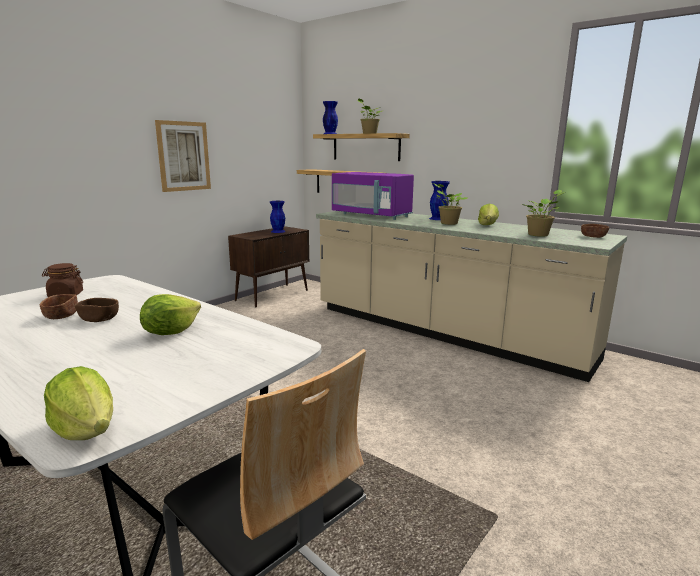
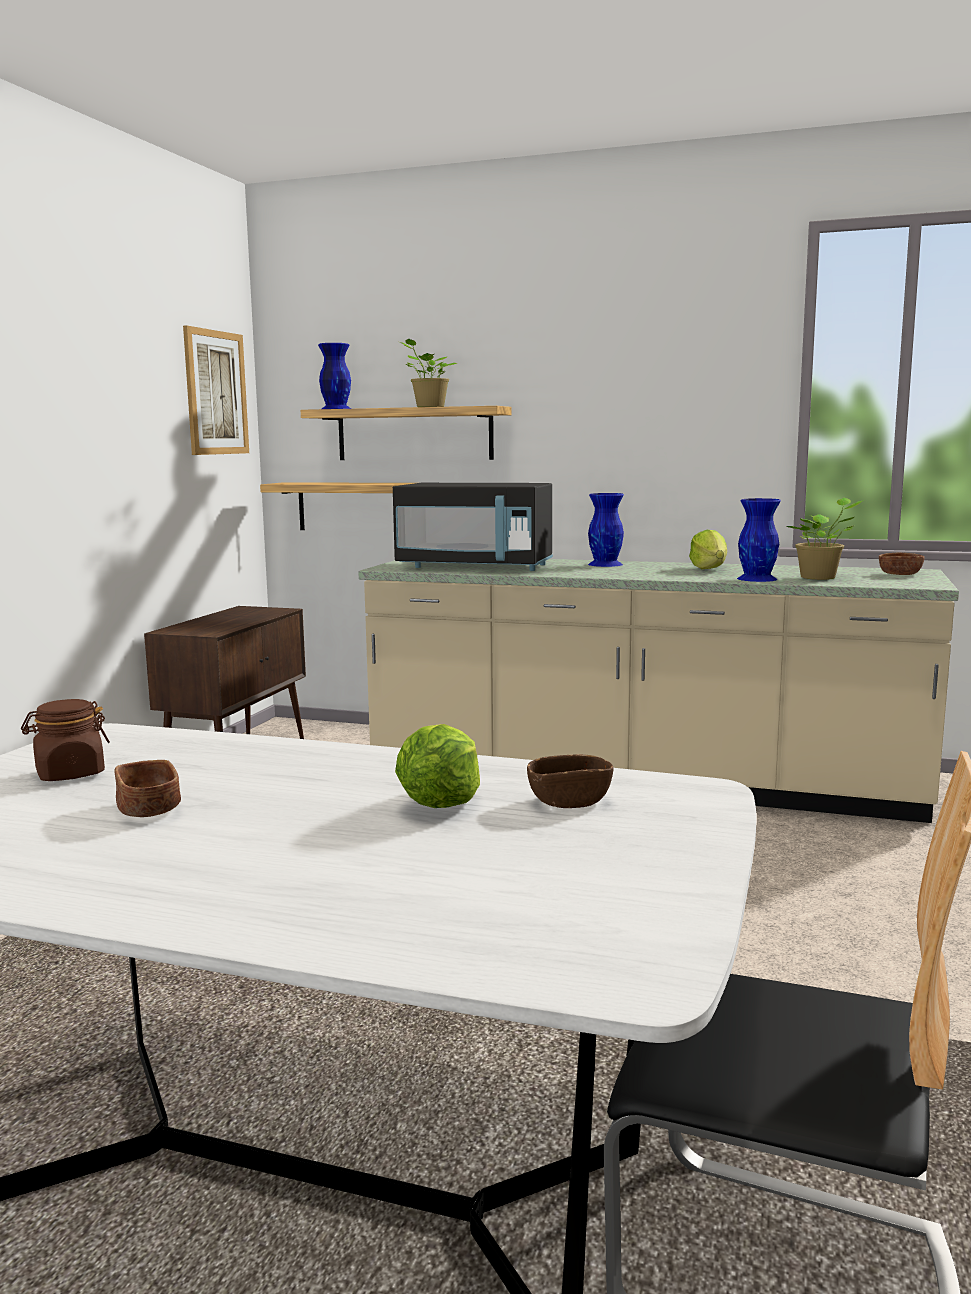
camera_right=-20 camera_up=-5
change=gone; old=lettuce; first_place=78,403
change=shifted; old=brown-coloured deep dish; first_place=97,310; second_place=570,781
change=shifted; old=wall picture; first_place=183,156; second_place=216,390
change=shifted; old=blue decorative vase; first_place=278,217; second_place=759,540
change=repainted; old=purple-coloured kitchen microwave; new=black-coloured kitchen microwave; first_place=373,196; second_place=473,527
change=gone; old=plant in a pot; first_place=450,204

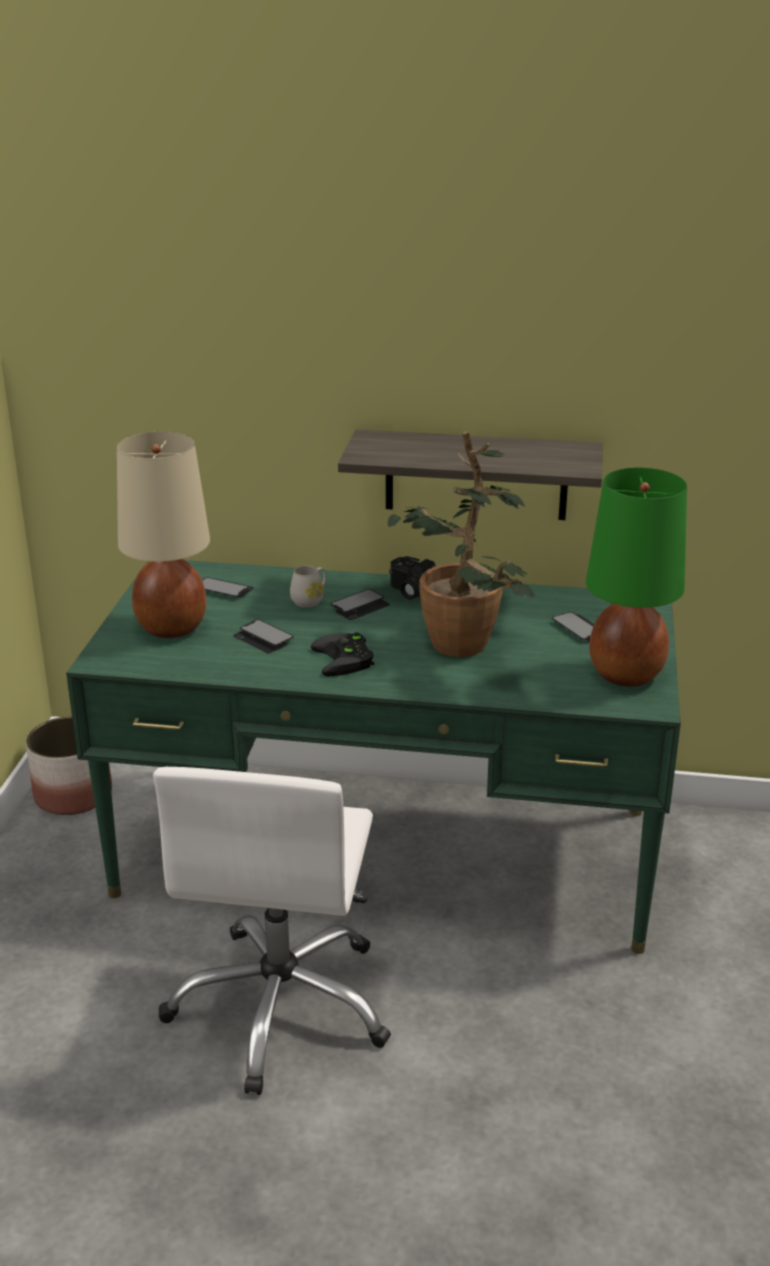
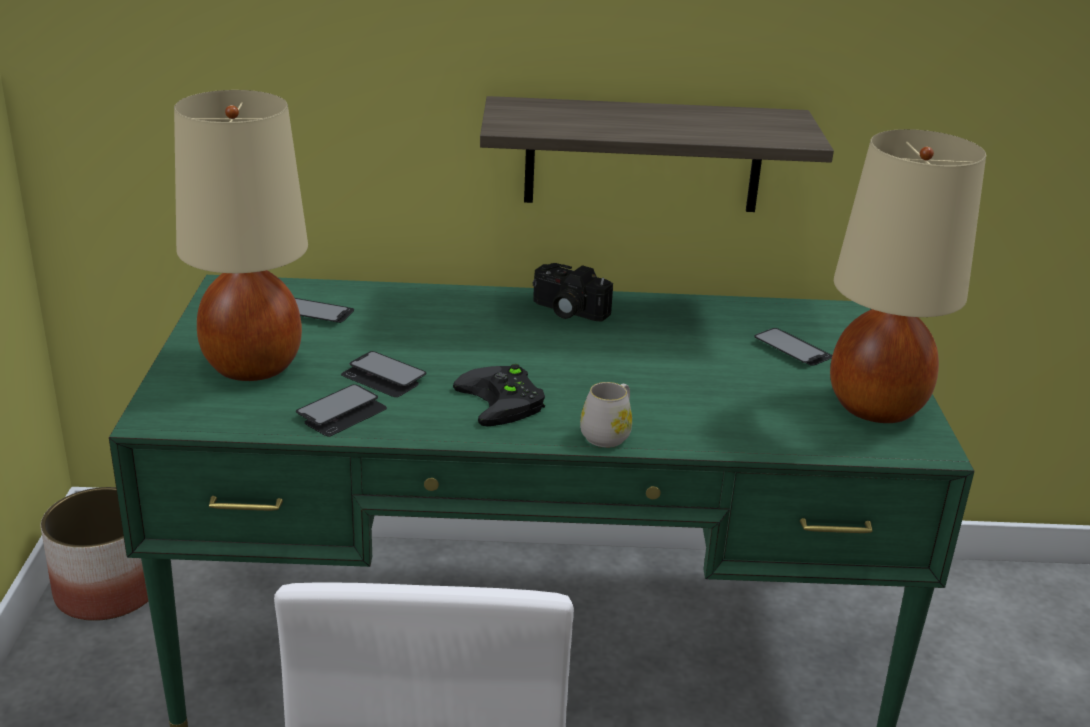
camera_right=-10 camera_up=0
change=shifted; old=white mug; first_place=308,586; second_place=606,415
change=shifted; old=handset; first_place=360,604; second_place=341,410
change=gone; old=plant in a pot; first_place=462,544
change=repainted; old=green tabletop lamp; new=beige tabletop lamp; first_place=636,577; second_place=908,276

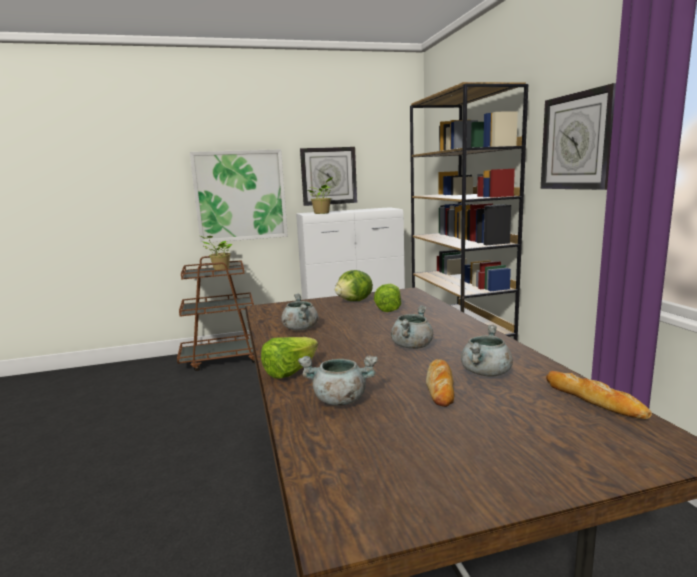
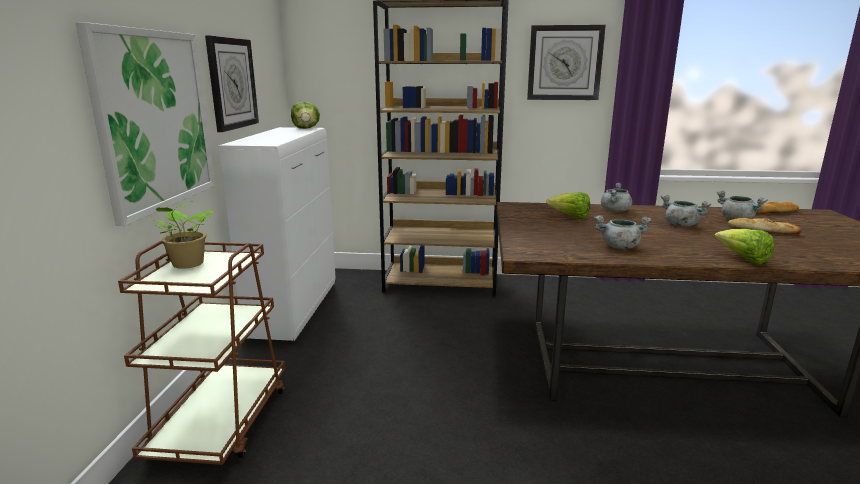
camera_right=-70 camera_up=5
change=shifted; old=gray cooking pot; first_place=338,380; second_place=616,197
change=gone; old=plant in a pot; first_place=319,195
change=shifted; old=lettuce; first_place=354,285; second_place=305,115

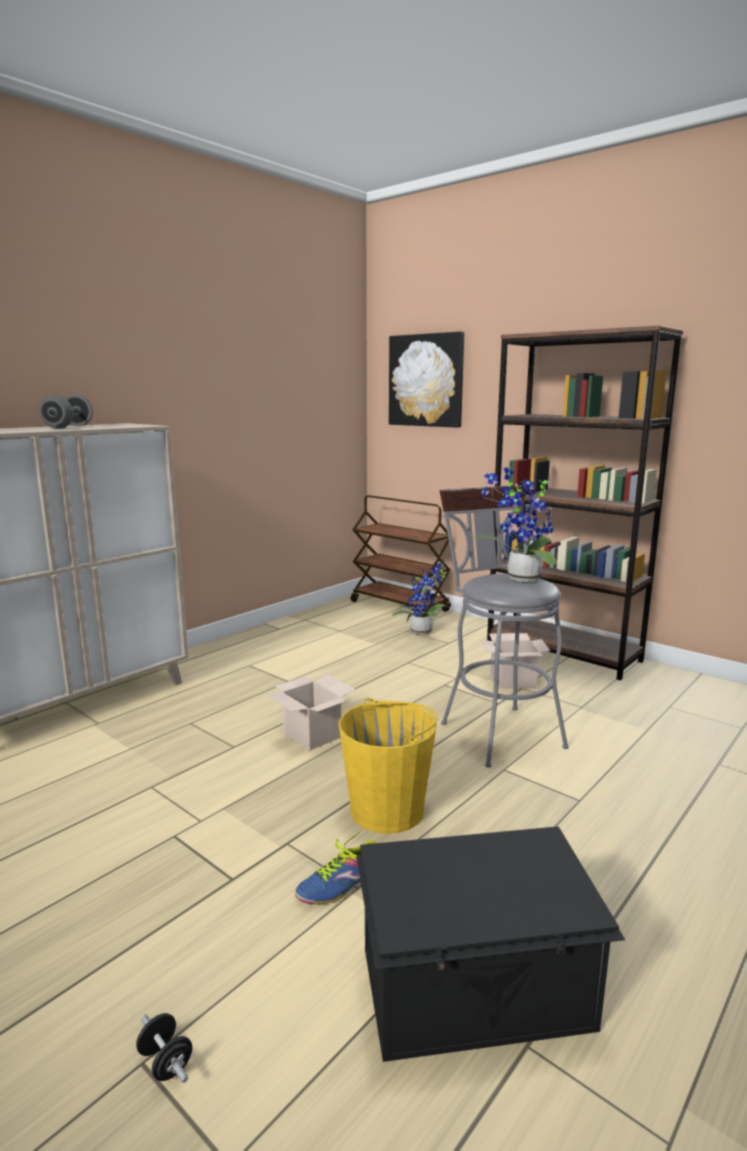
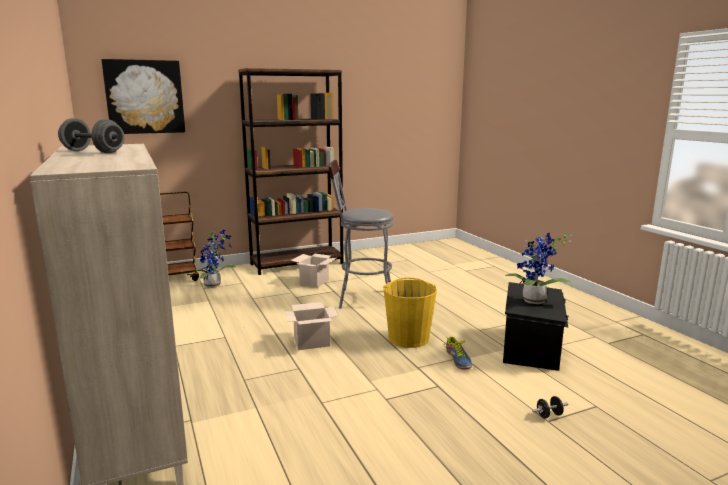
camera_right=-65 camera_up=0
change=shifted; old=plant in a pot; first_place=515,524; second_place=540,268

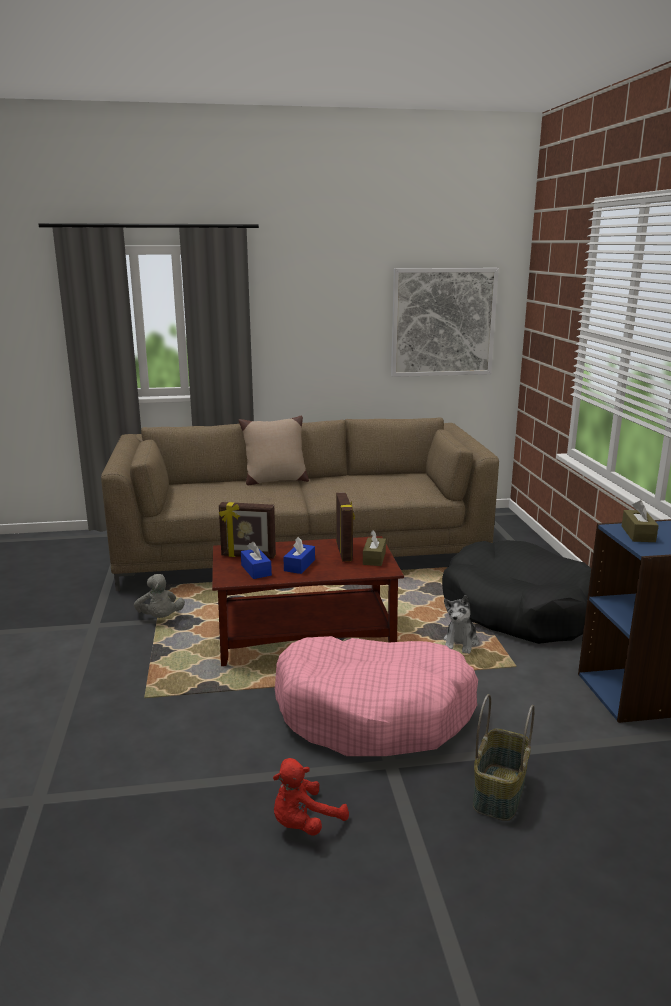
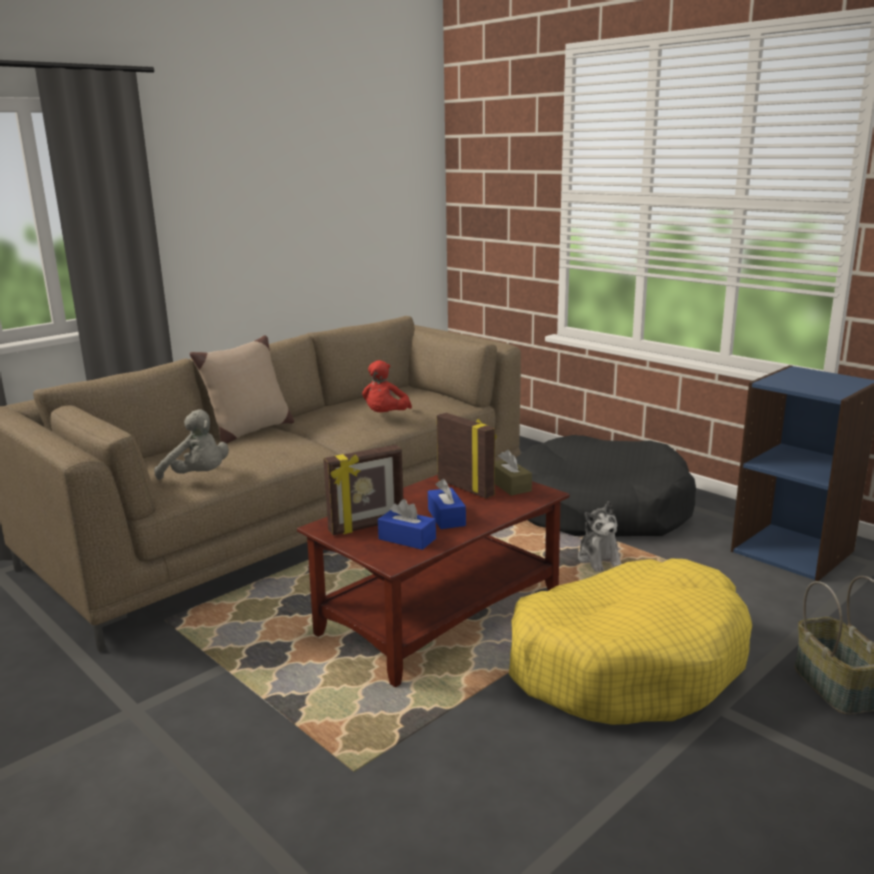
camera_right=-35 camera_up=0
change=shifted; old=gray soft toy; first_place=159,596; second_place=191,444
change=shifted; old=red-coloured soft toy; first_place=311,797; second_place=387,386
change=repainted; old=pink-coloured dog cushion; new=yellow-coloured dog cushion; first_place=376,696; second_place=630,642
change=gone; old=wall picture; first_place=445,322
change=gone; old=brown-coloured box of tissues; first_place=640,521

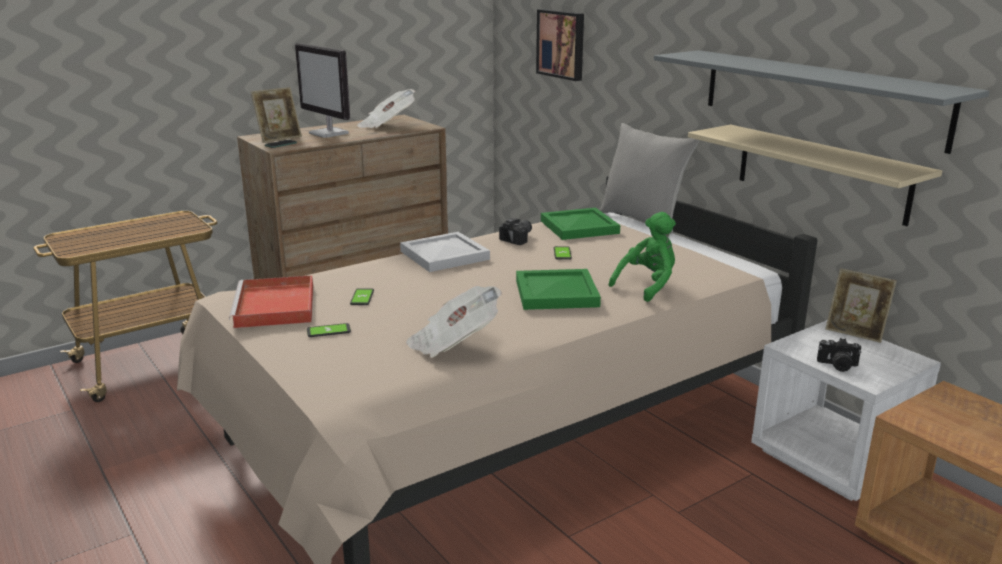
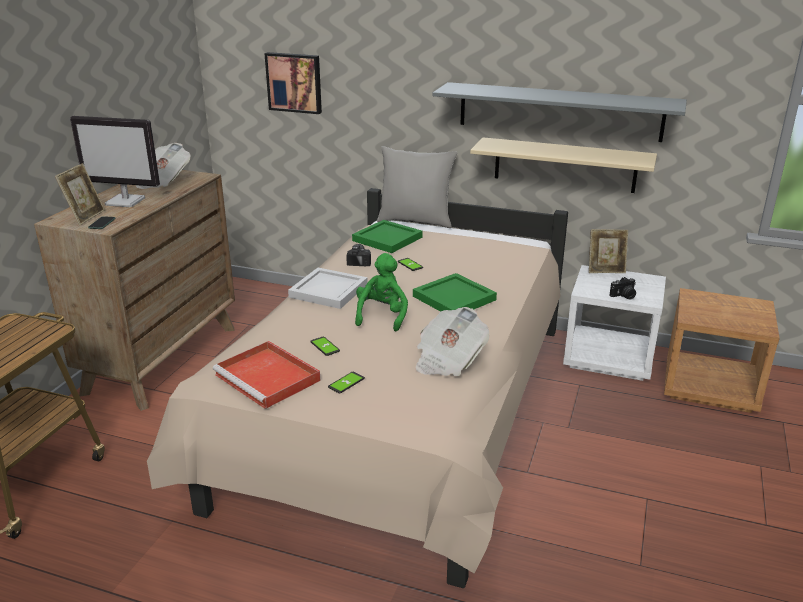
camera_right=-35 camera_up=5
change=shifted; old=green soft toy; first_place=642,257; second_place=381,292

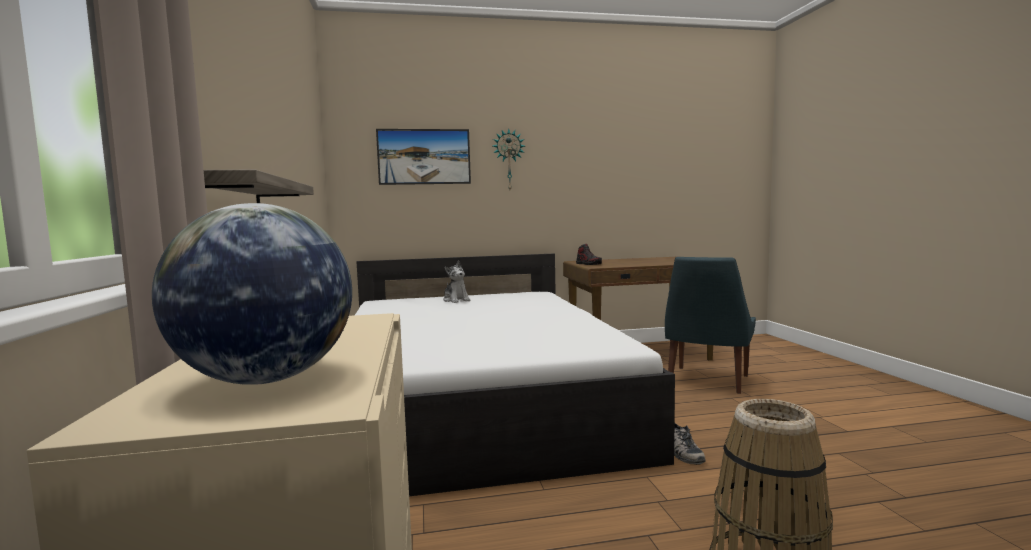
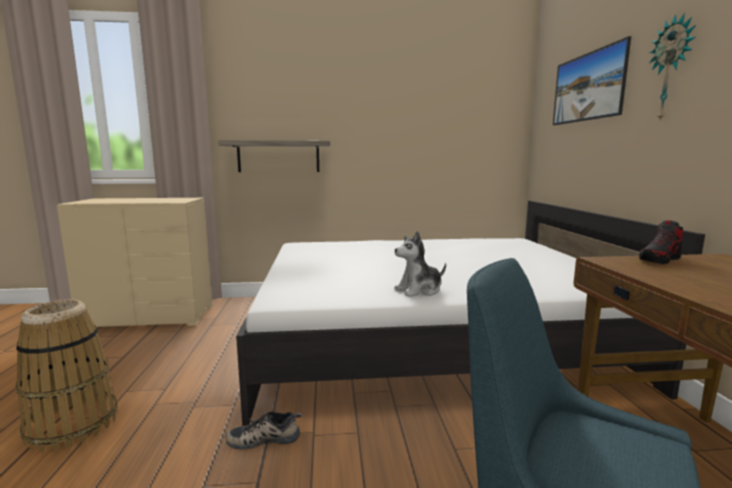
camera_right=95 camera_up=5
change=gone; old=desk globe; first_place=252,294
change=shifted; old=soft toy; first_place=456,281; second_place=420,264

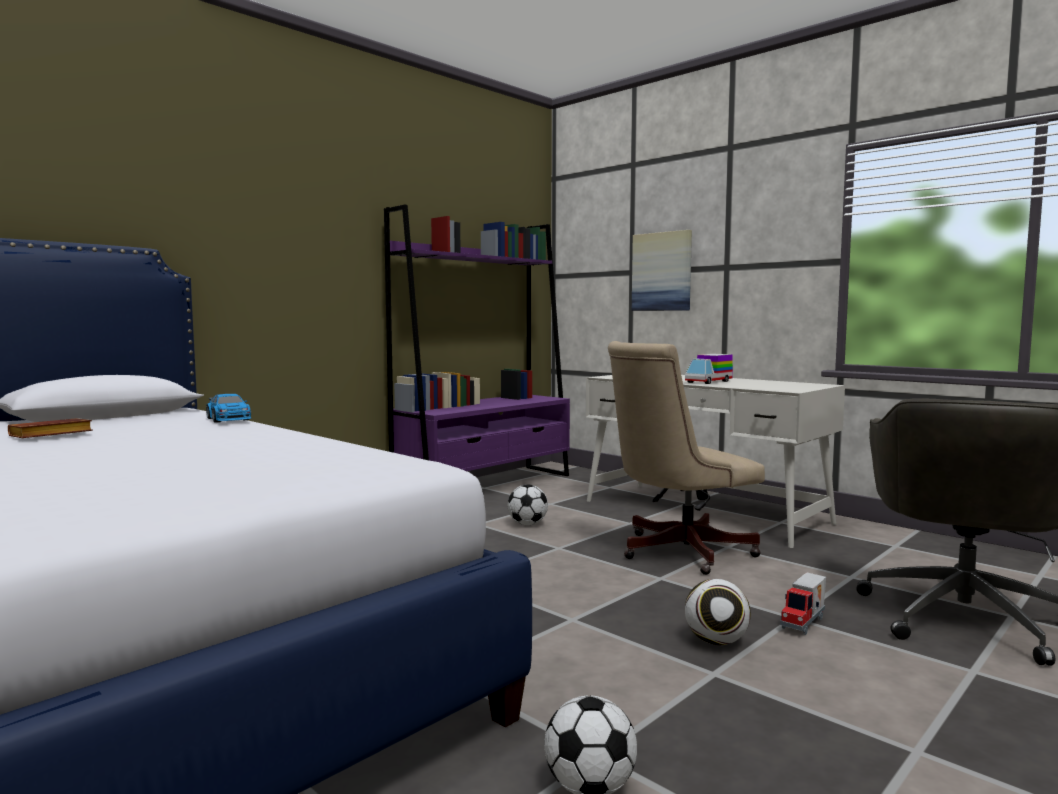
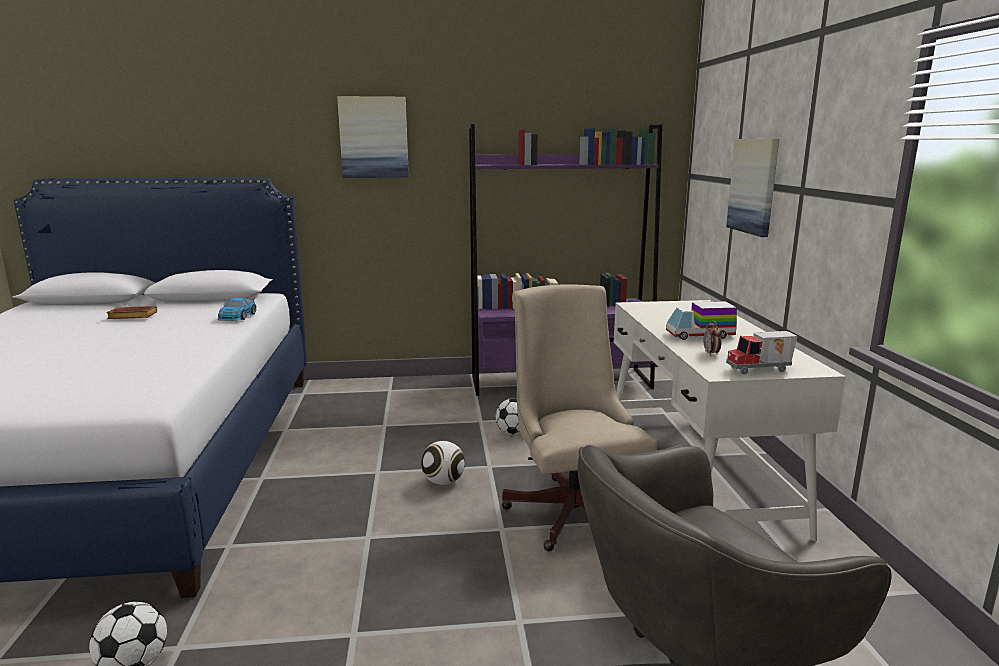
camera_right=40 camera_up=10
change=rotated; old=beige computer chair; first_place=686,458; second_place=579,418; degrees=60
change=shifted; old=ball for football; first_place=718,612; second_place=443,463
change=shifted; old=toy lorry; first_place=803,604; second_place=762,353
change=new; new=wall picture; second_place=373,137
change=new; new=bedside clock; second_place=713,338

